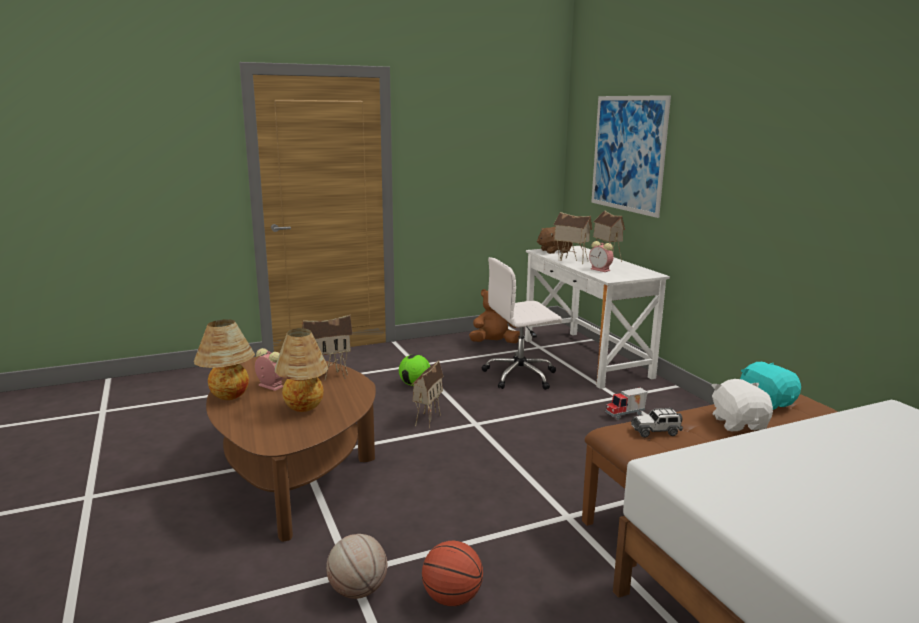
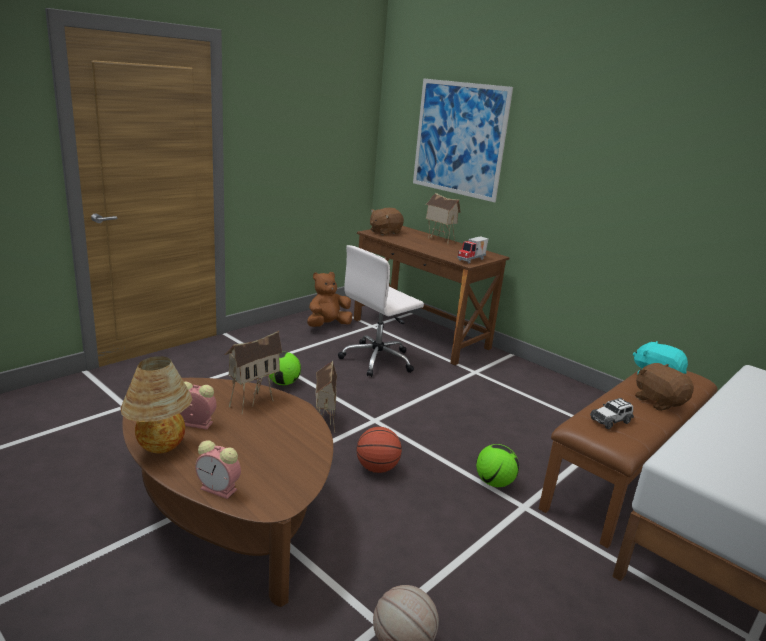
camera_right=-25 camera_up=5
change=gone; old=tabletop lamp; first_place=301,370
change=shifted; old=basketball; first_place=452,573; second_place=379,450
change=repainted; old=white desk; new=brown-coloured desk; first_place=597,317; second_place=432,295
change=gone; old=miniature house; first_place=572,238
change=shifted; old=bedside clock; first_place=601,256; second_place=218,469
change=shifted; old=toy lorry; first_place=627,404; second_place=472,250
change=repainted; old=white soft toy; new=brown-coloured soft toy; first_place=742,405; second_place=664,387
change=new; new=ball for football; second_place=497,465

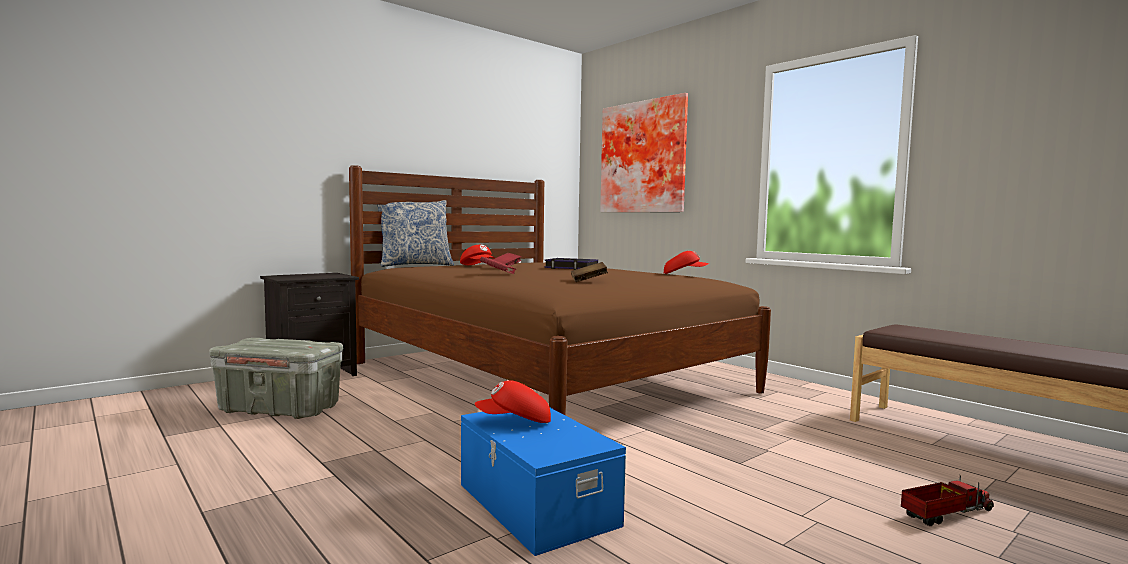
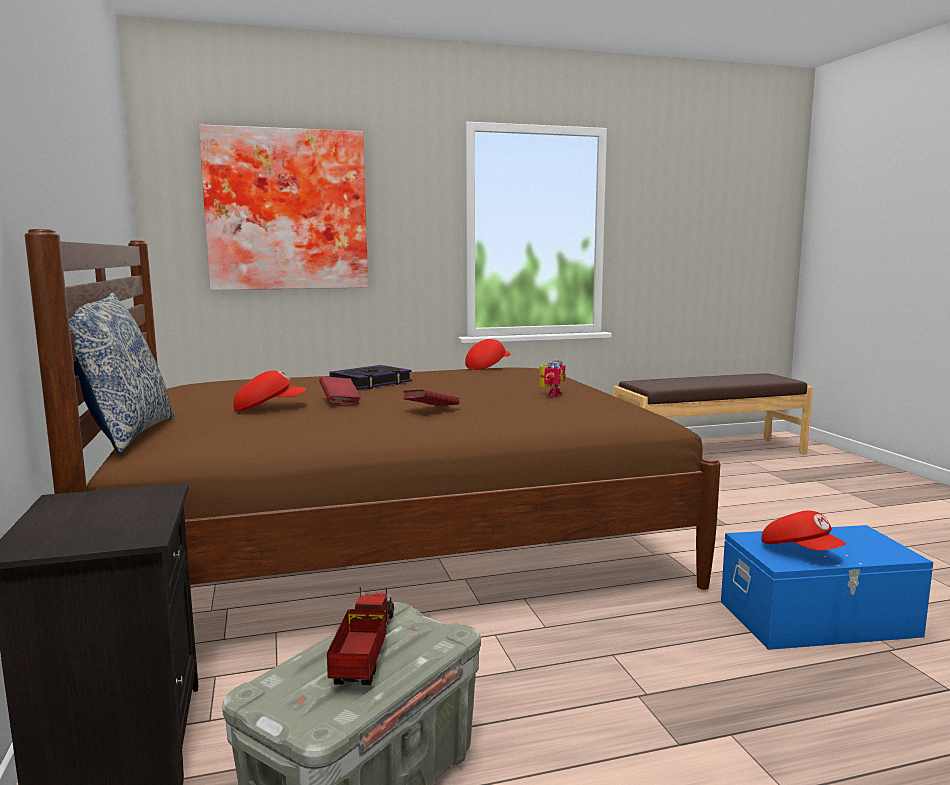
camera_right=-65 camera_up=5
change=rotated; old=red-coloured baseball cap; first_place=512,401; second_place=804,531; degrees=-45
change=swapped; old=brown-coloured book; new=robot figure; first_place=589,272; second_place=552,377
change=shifted; old=toy lorry; first_place=947,500; second_place=360,636

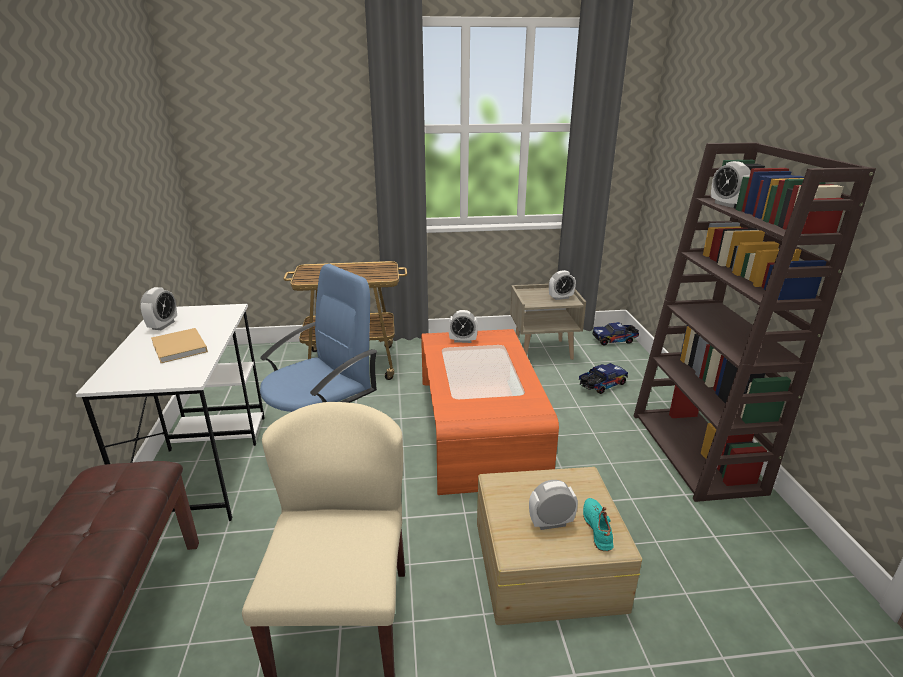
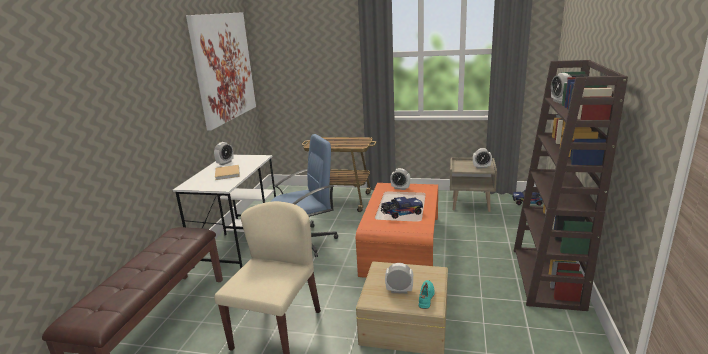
camera_right=20 camera_up=-5
change=shifted; old=toy lorry; first_place=603,378; second_place=402,208
change=new; new=wall picture; second_place=221,71

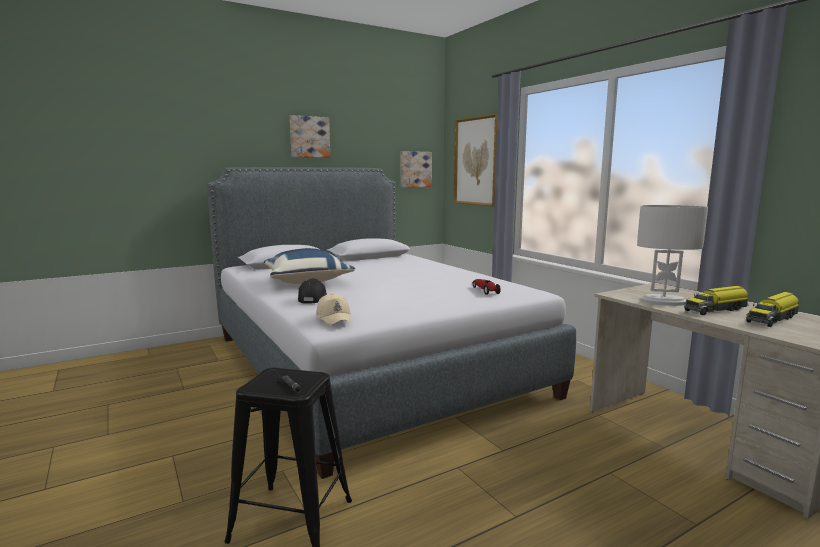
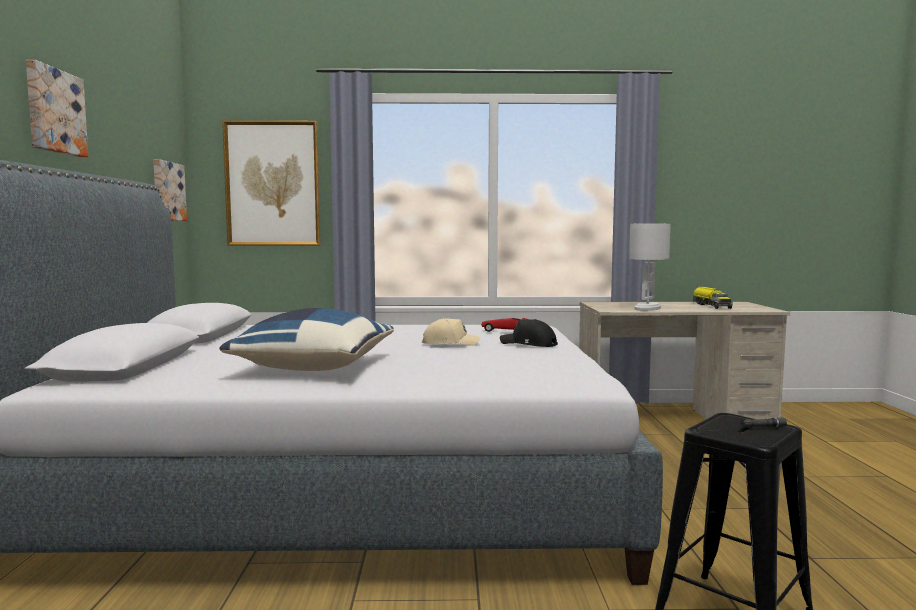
camera_right=-60 camera_up=-5
change=shifted; old=black-coloured baseball cap; first_place=312,291; second_place=529,333
change=shifted; old=beige baseball cap; first_place=334,309; second_place=451,332
change=gone; old=toy lorry; first_place=716,300

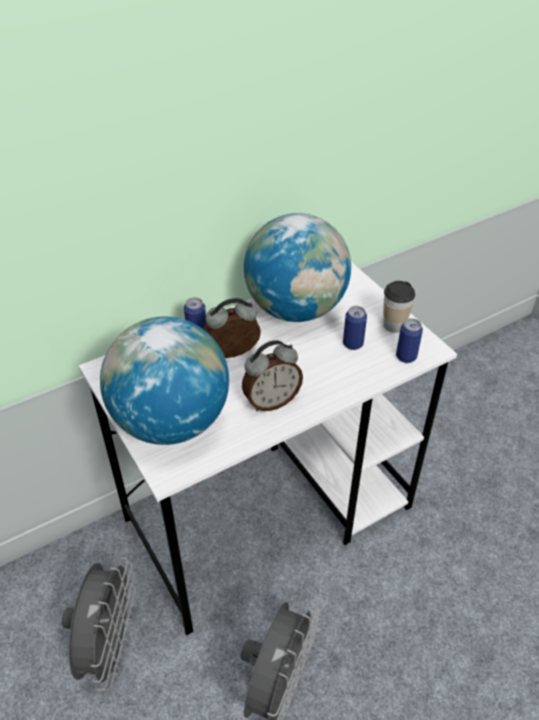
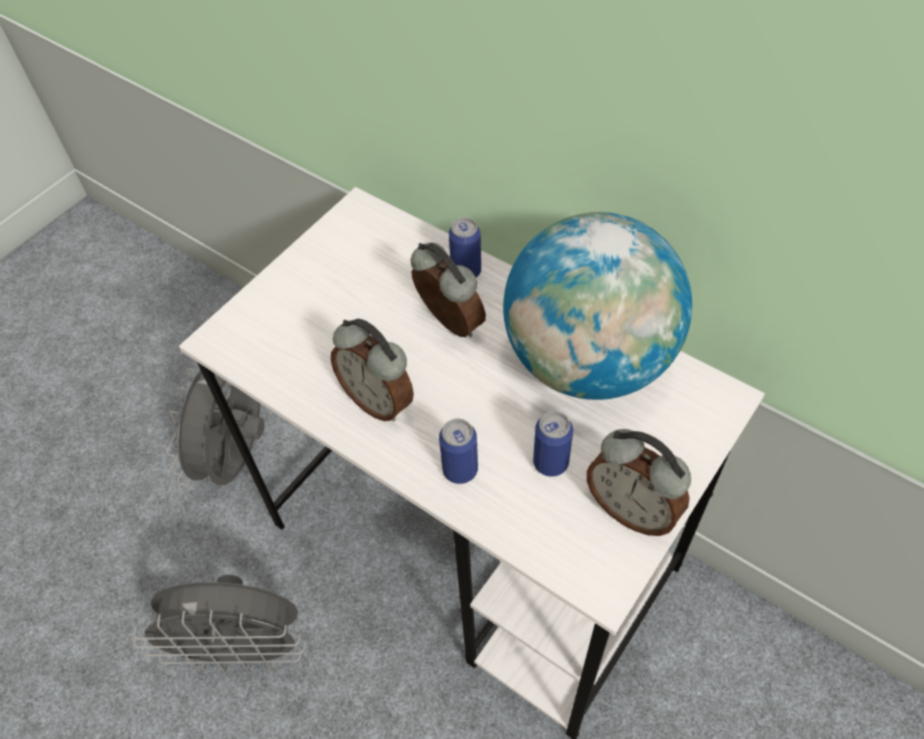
camera_right=70 camera_up=10
change=rotated; old=gray fan; first_place=99,624; second_place=215,429; degrees=120
change=gone; old=desk globe; first_place=164,381
change=swapped; old=cup; new=bedside clock; first_place=399,307; second_place=638,482
change=shifted; old=metal can; first_place=409,340; second_place=458,451

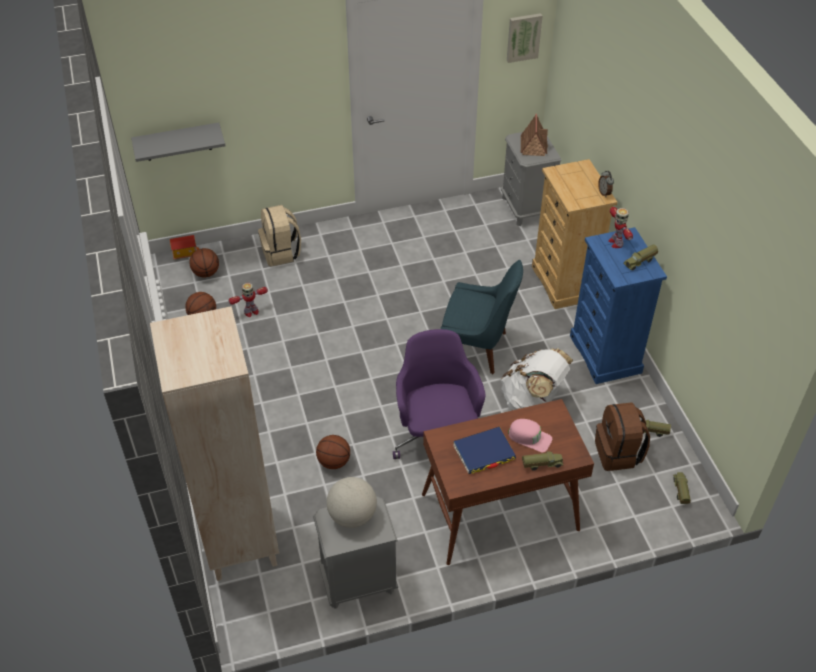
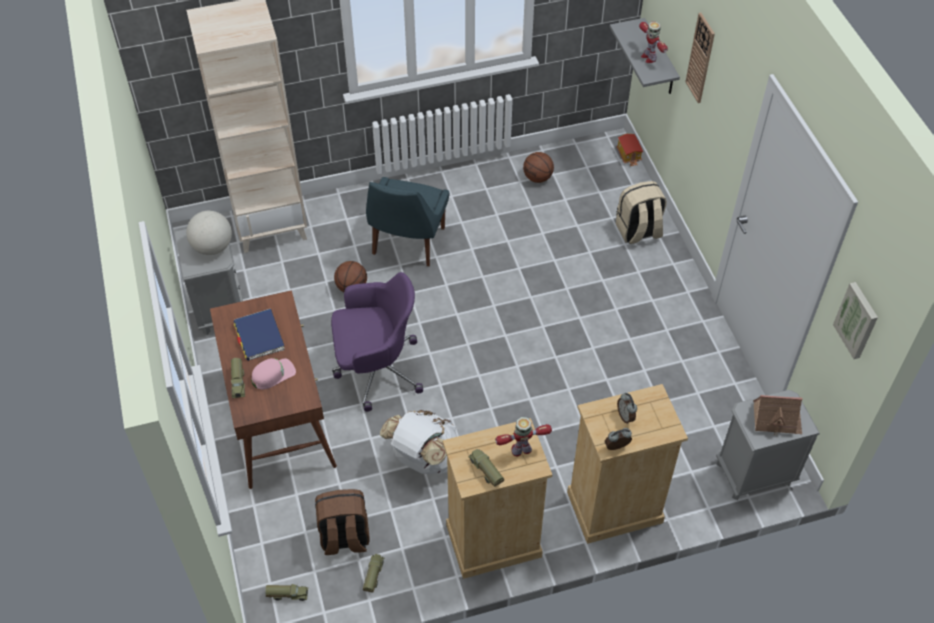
camera_right=90 camera_up=5
change=gone; old=basketball; first_place=204,262
change=shifted; old=robot figure; first_place=248,300; second_place=653,42
change=shifted; old=blue plain chair; first_place=482,317; second_place=407,221
change=rotated; old=pink-coloured baseball cap; first_place=530,435; second_place=273,374; degrees=-150
change=repainted; old=blue drawer chest; new=beige drawer chest; first_place=618,305; second_place=497,498
change=new; new=bedside clock; second_place=627,408
change=new; new=hanging clock; second_place=700,58

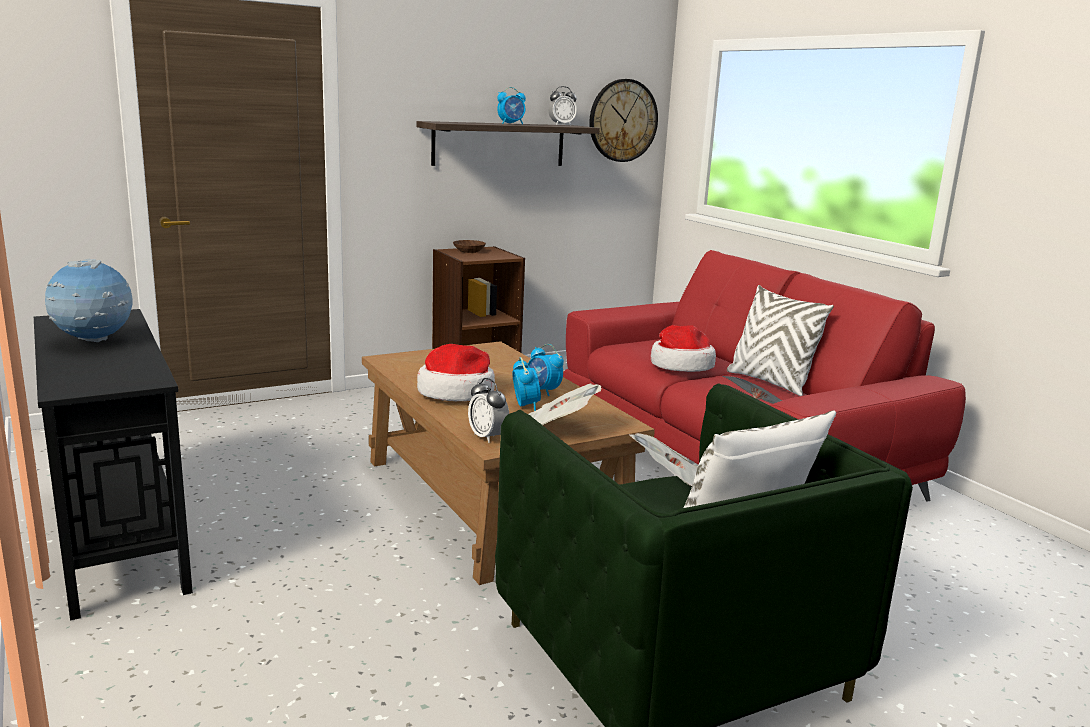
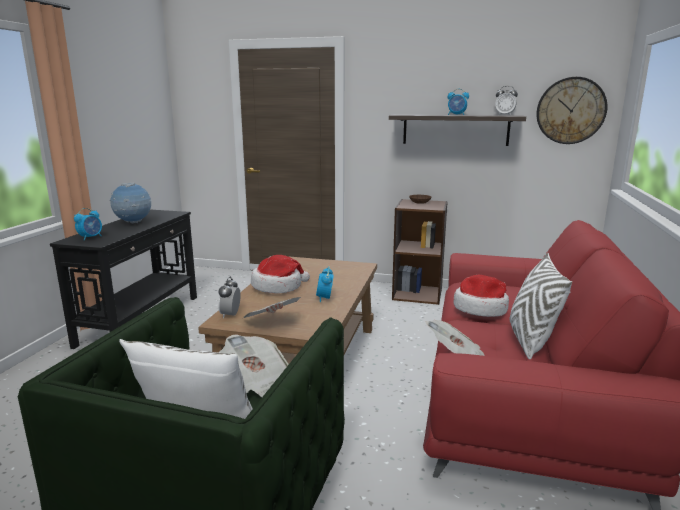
camera_right=45 camera_up=0
change=shifted; old=bedside clock; first_place=526,384; second_place=88,224

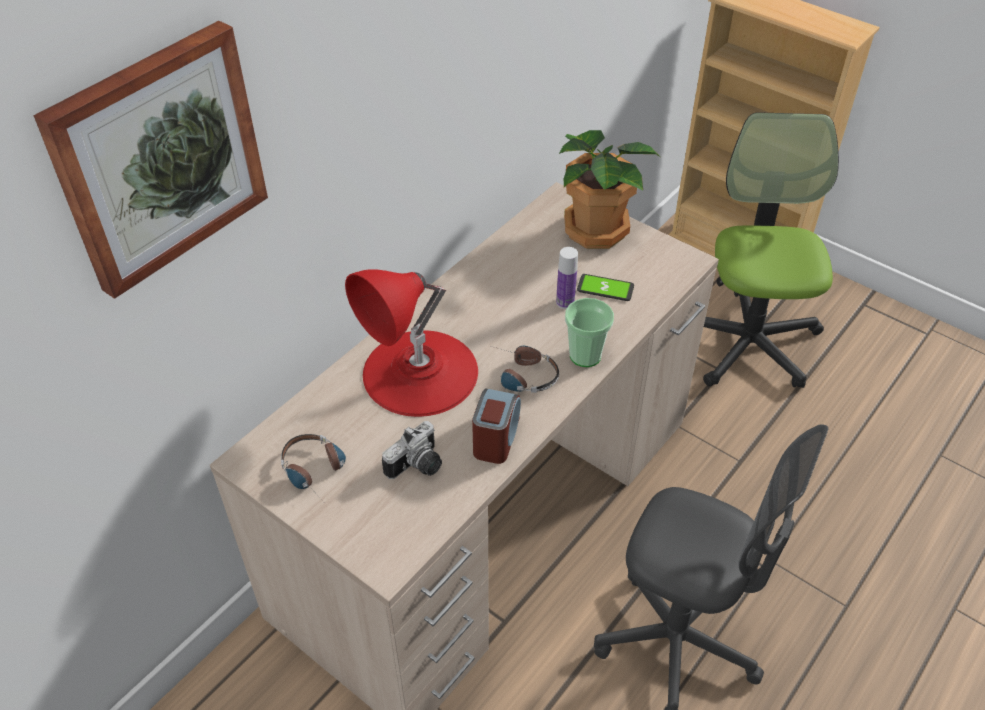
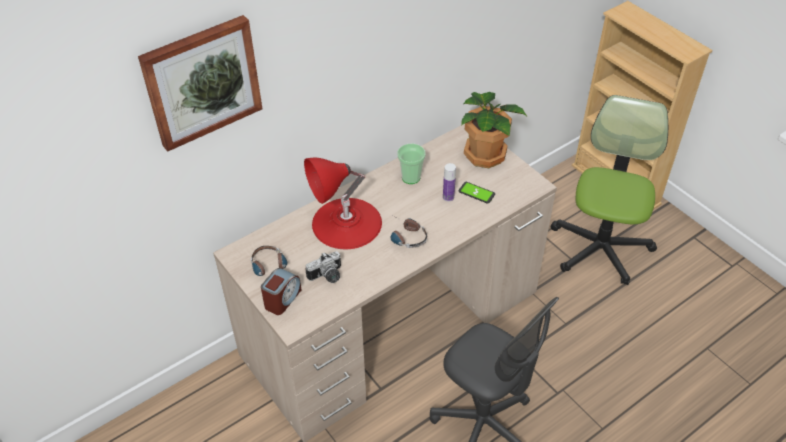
camera_right=15 camera_up=0
change=shifted; old=bedside clock; first_place=496,426; second_place=281,291
change=shifted; old=cup; first_place=589,332; second_place=411,164

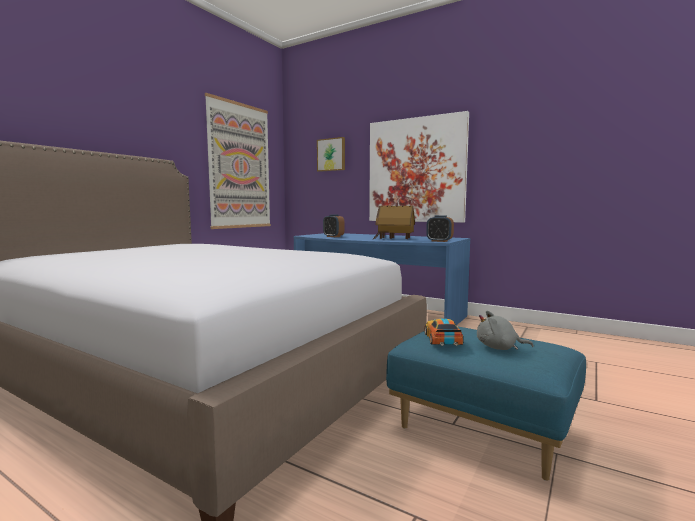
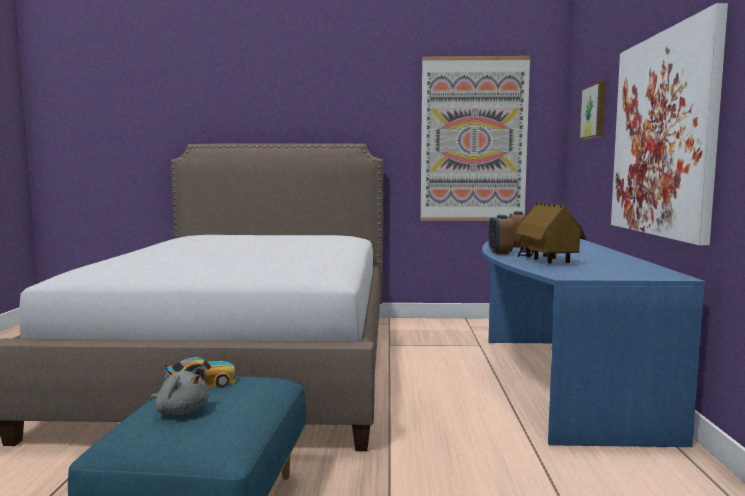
camera_right=60 camera_up=0
change=shifted; old=bedside clock; first_place=440,228; second_place=501,234
change=rotated; old=gray soft toy; first_place=505,330; second_place=179,390; degrees=135

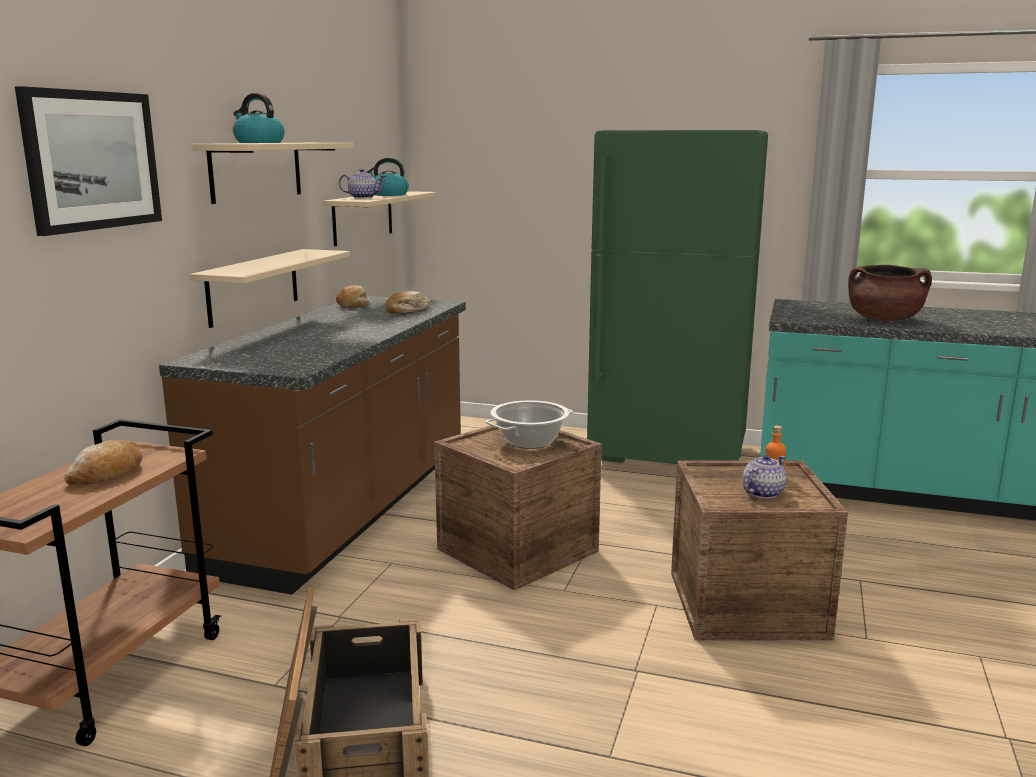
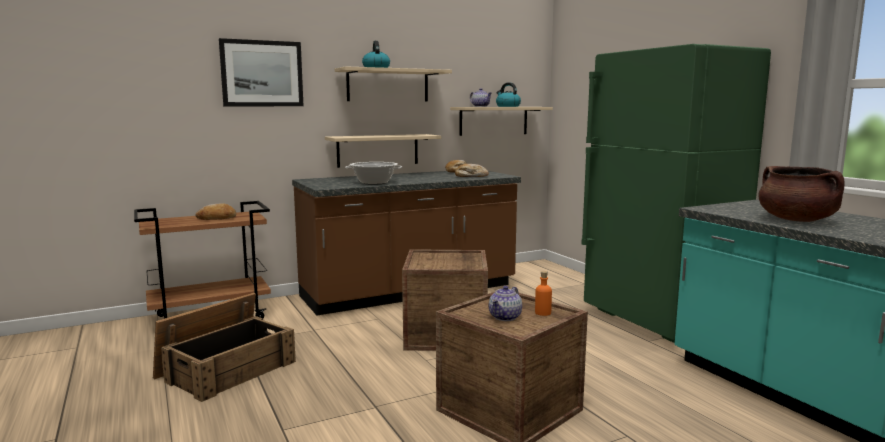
camera_right=45 camera_up=-5
change=shifted; old=cooking pot; first_place=529,425; second_place=373,173
change=rotated; old=teapot; first_place=765,476; second_place=505,303; degrees=120

